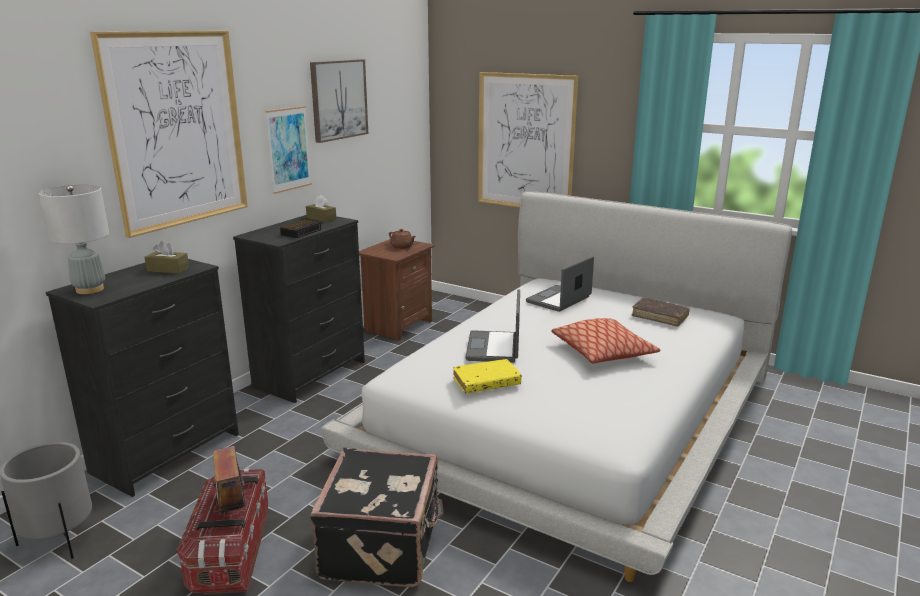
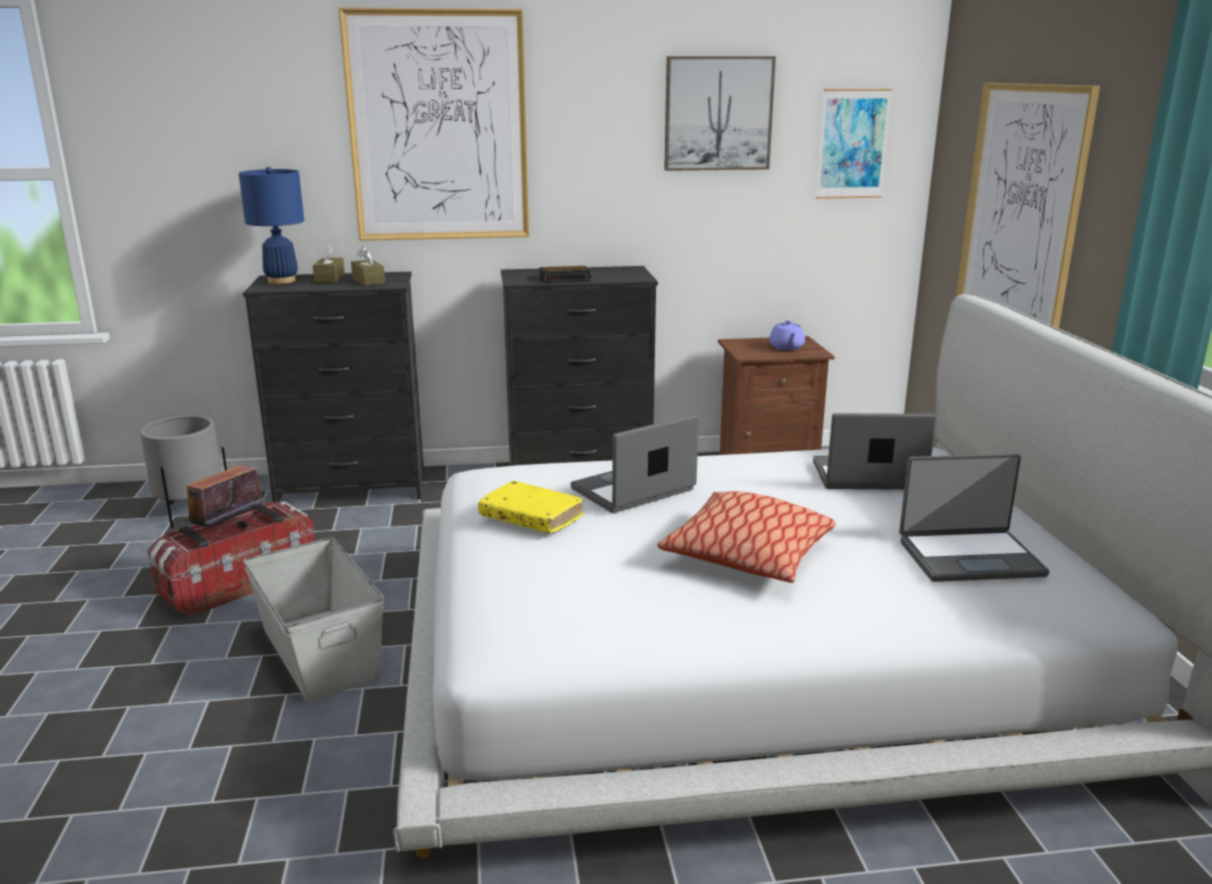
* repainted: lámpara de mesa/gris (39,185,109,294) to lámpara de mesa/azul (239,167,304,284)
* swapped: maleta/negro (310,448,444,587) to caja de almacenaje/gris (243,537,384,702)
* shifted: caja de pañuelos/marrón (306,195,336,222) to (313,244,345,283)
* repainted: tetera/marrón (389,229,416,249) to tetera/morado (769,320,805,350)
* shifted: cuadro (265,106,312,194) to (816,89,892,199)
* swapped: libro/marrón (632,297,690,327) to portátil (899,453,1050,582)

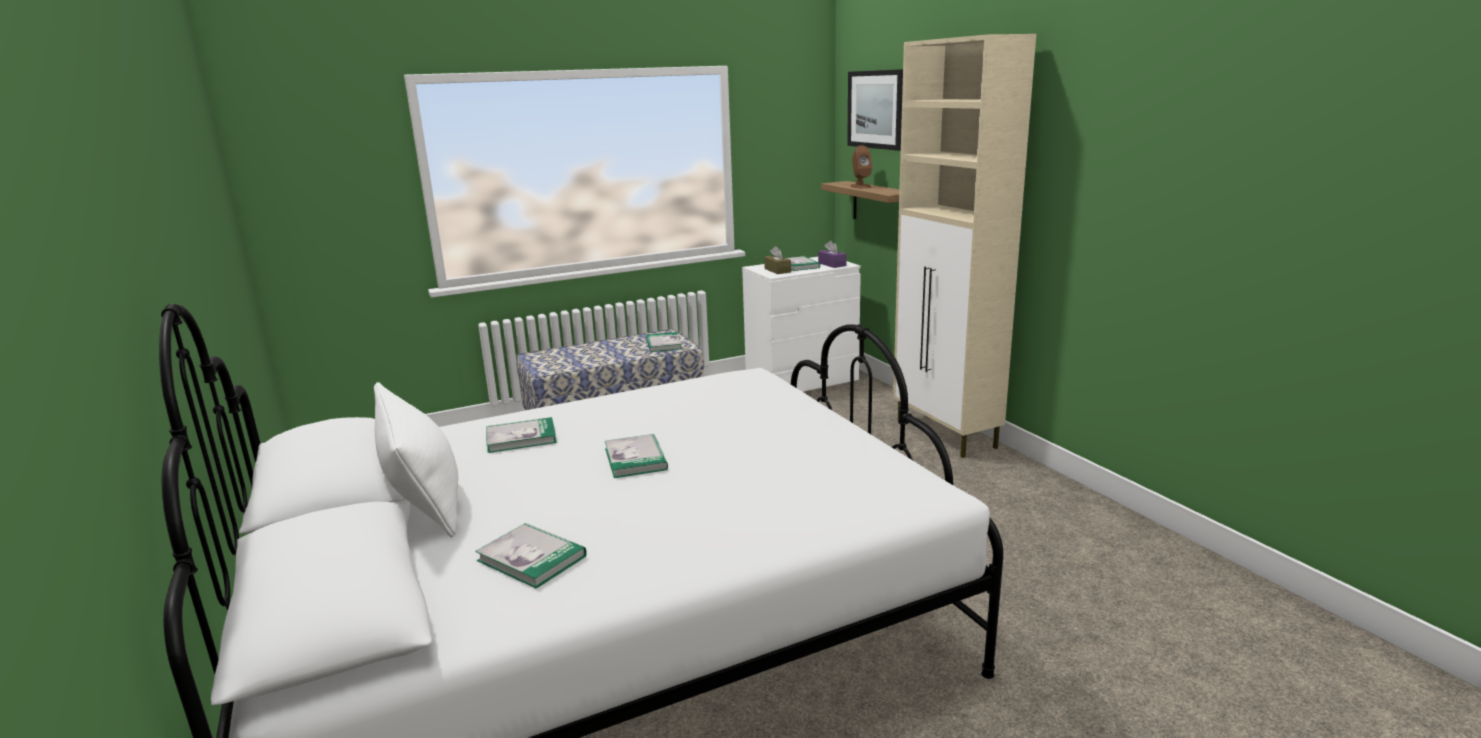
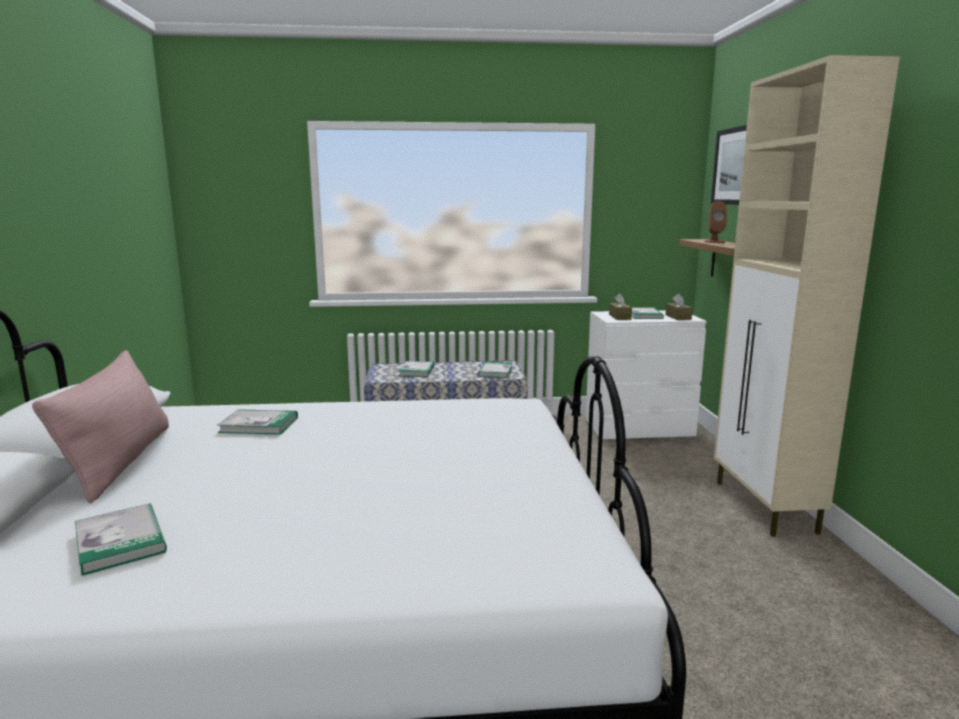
* repainted: cojín/blanco (374,382,458,537) to cojín/rosa (32,350,169,503)
* shifted: libro (605,434,668,478) to (399,361,435,377)
* repainted: caja de pañuelos/morado (818,241,847,268) to caja de pañuelos/marrón (665,294,693,320)

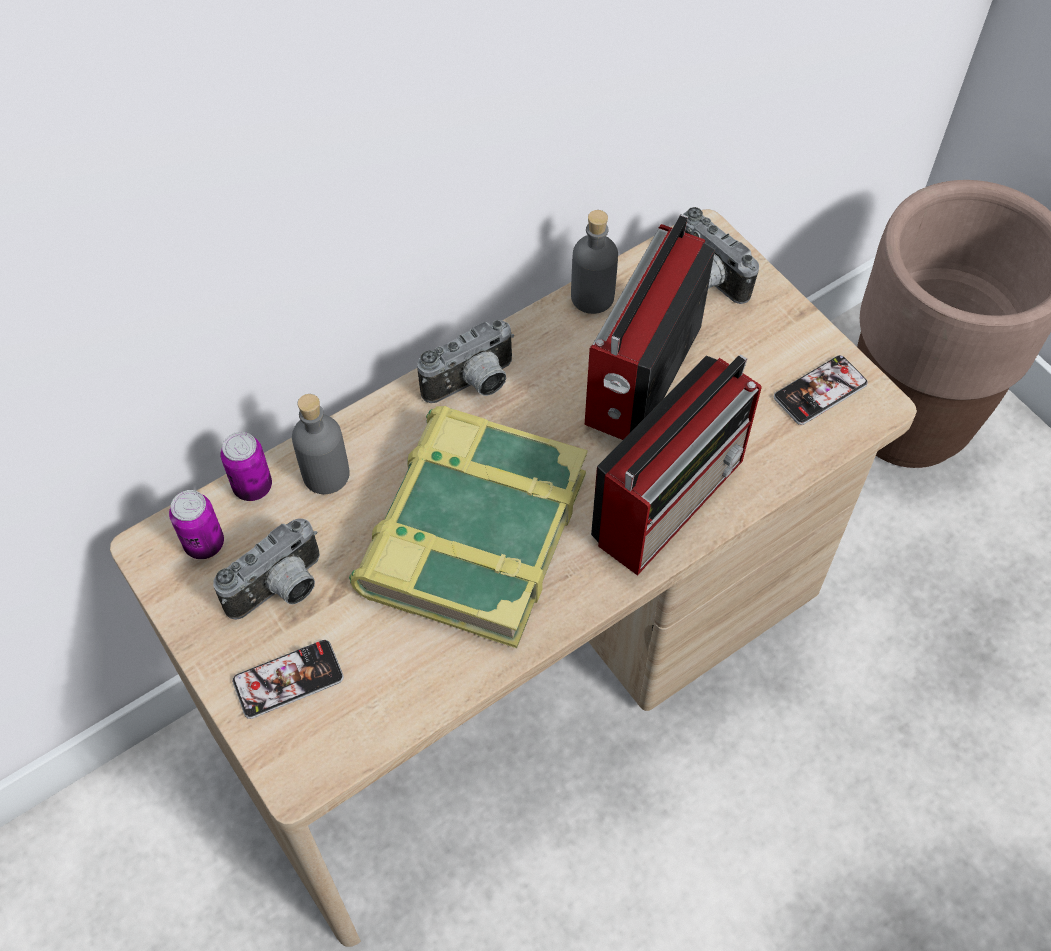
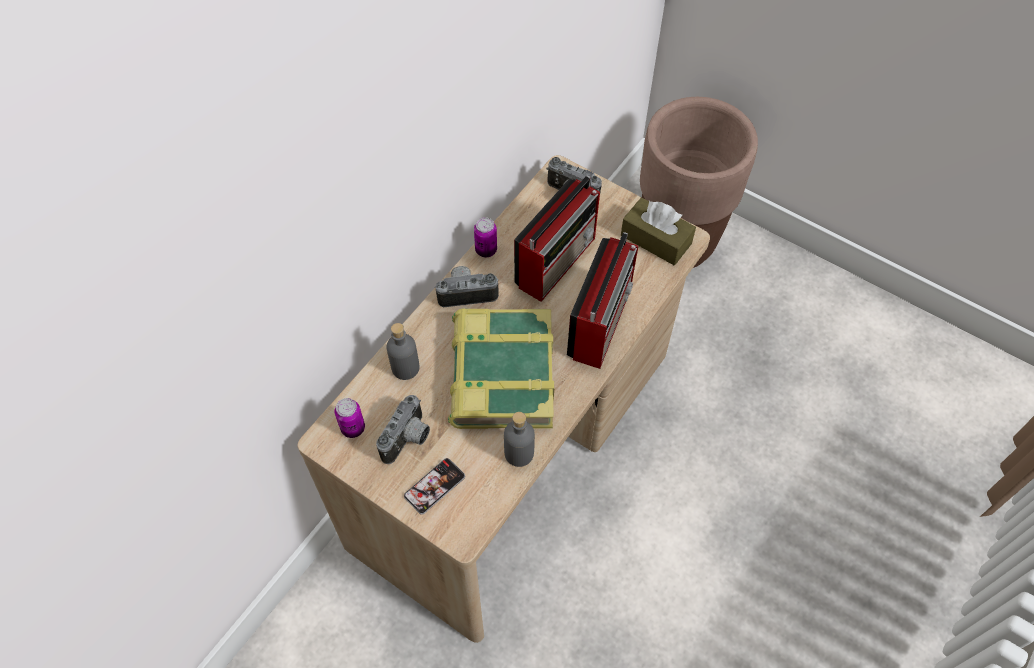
* rotated: cámara (417,320,515,403) = (435,266,499,307) 135 degrees counterclockwise
* shifted: lata (220,432,272,501) to (474,217,497,257)
* shifted: botella/gris (571,210,618,314) to (504,412,535,467)
* rotated: radio (585,214,715,440) = (514,176,600,302) 150 degrees counterclockwise
* swapped: móvil (774,355,868,425) to caja de pañuelos/marrón (621,198,696,265)

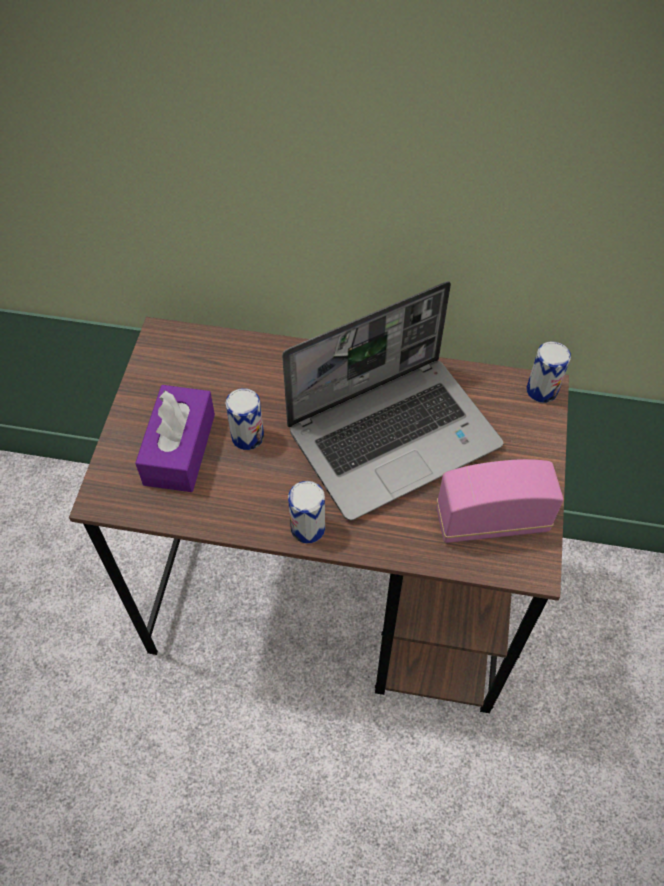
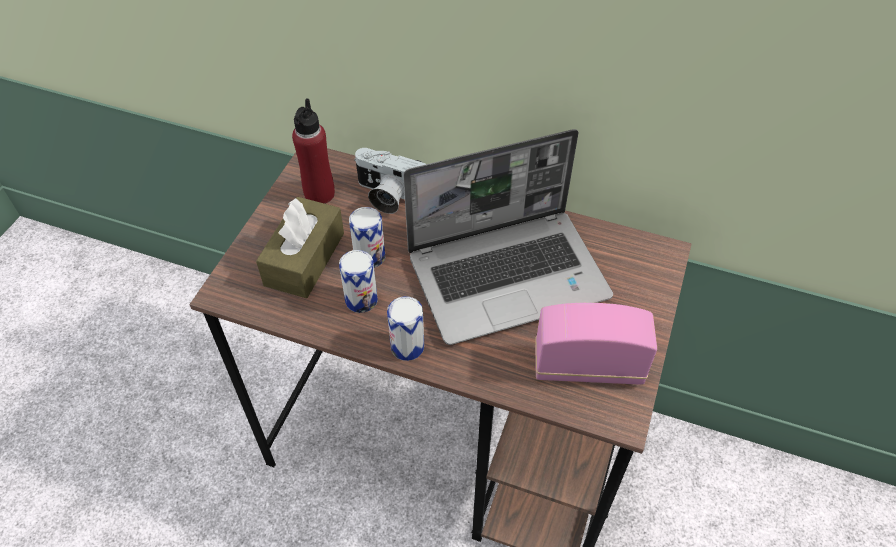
* repainted: caja de pañuelos/morado (135,385,215,492) to caja de pañuelos/marrón (256,197,344,298)
* new: botella/rojo (292,98,335,204)
* shifted: lata (526,342,571,403) to (339,250,378,313)
* new: cámara (354,148,426,214)

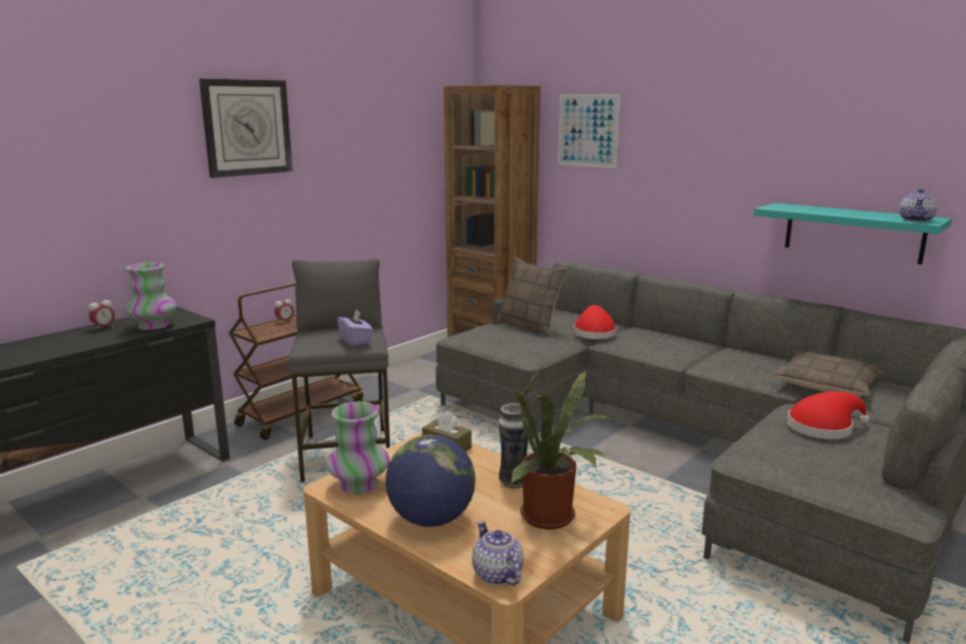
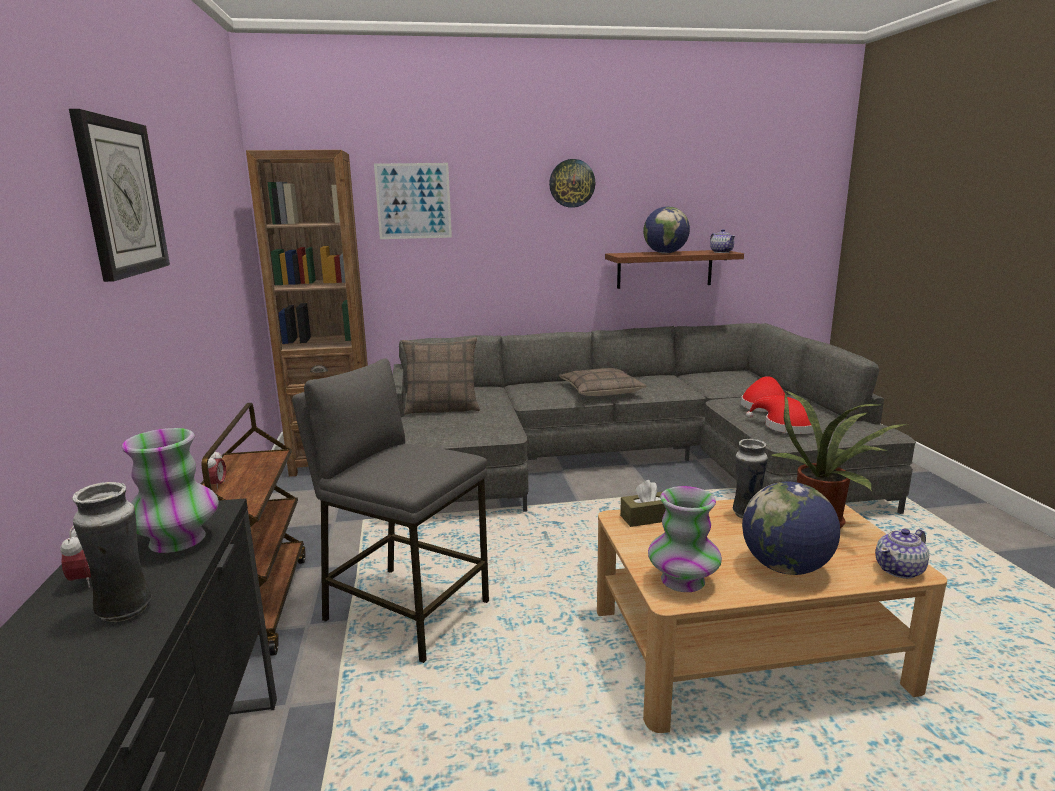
* new: florero (72,482,151,622)
* new: reloj de pared (549,159,595,208)
* shifted: cojín (772,351,884,397) to (559,368,646,396)
* repainted: estante/turquesa (754,203,952,264) to estante/marrón (605,250,744,289)
* new: globo terráqueo (643,206,690,254)
* shifted: sombrero/rojo (574,305,617,339) to (746,395,814,434)
* rotated: tetera (472,521,524,586) = (875,529,929,579) 45 degrees counterclockwise
* gone: caja de pañuelos/morado (337,310,373,346)

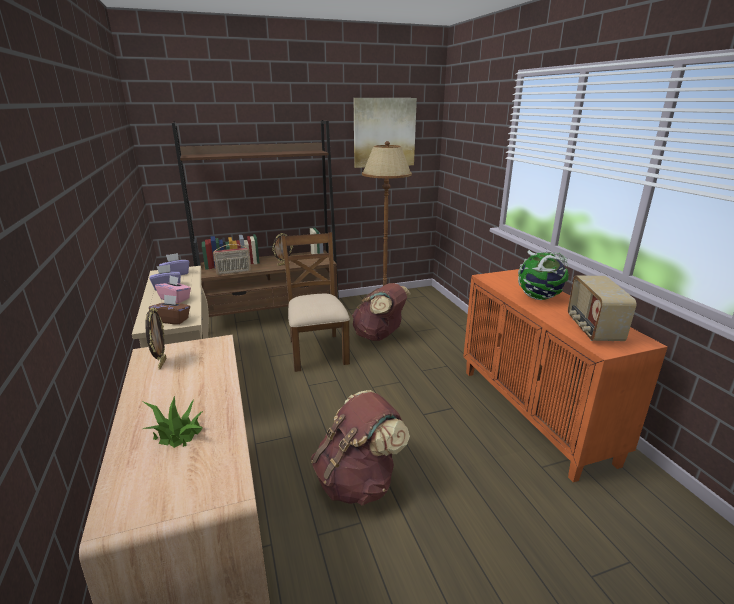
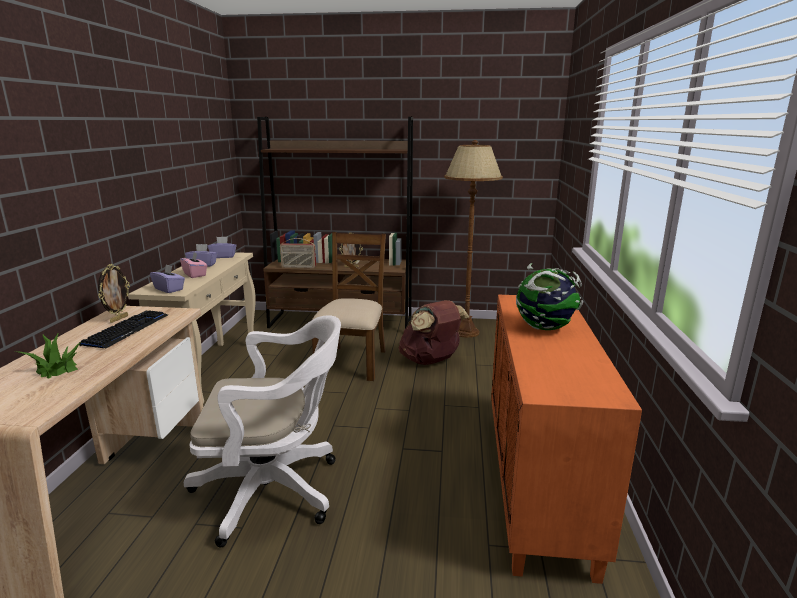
* new: teclado (79,311,168,348)
* repainted: caja de pañuelos/marrón (149,295,190,325) to caja de pañuelos/morado (150,264,185,293)
* swapped: mochila/marrón (311,390,410,505) to silla de oficina/blanco (184,316,341,547)
* gone: cuadro (354,98,417,168)
* gone: radio (568,275,636,341)

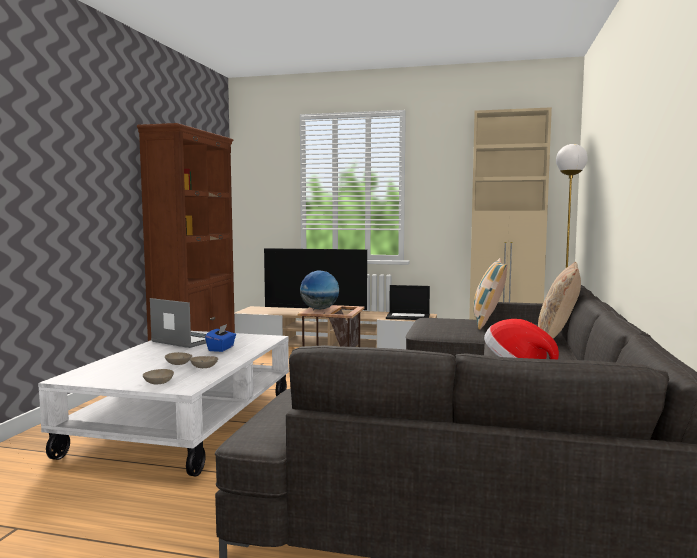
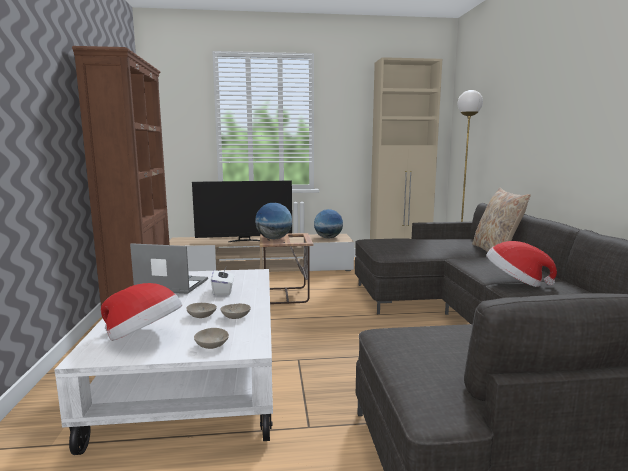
* new: sombrero (101,283,182,341)
* repainted: caja de pañuelos/azul (205,324,236,352) to caja de pañuelos/blanco (211,265,234,295)
* swapped: portátil (386,285,430,320) to globo terráqueo (314,209,343,239)
* gone: cojín (473,258,507,330)

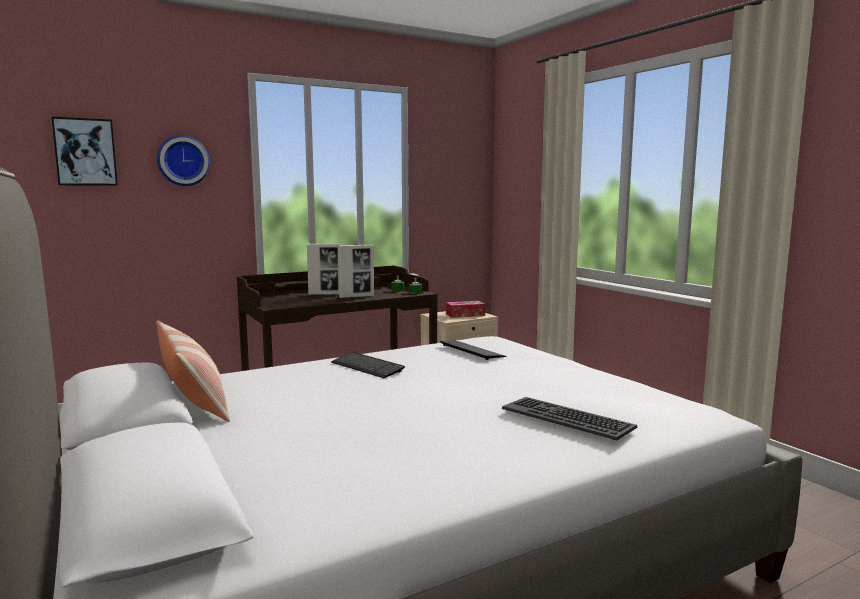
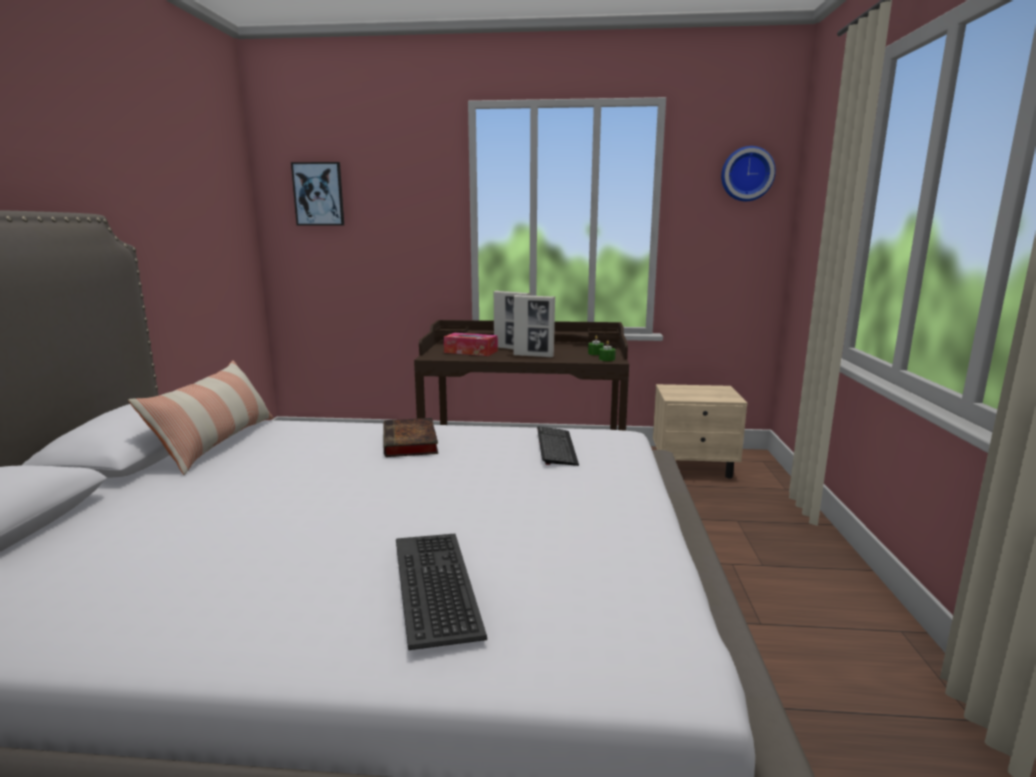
* swapped: teclado (331,352,405,378) to libro (383,418,438,457)
* shifted: caja de pañuelos (446,301,485,318) to (444,333,498,356)
* shifted: reloj de pared (157,135,210,186) to (721,146,776,201)

